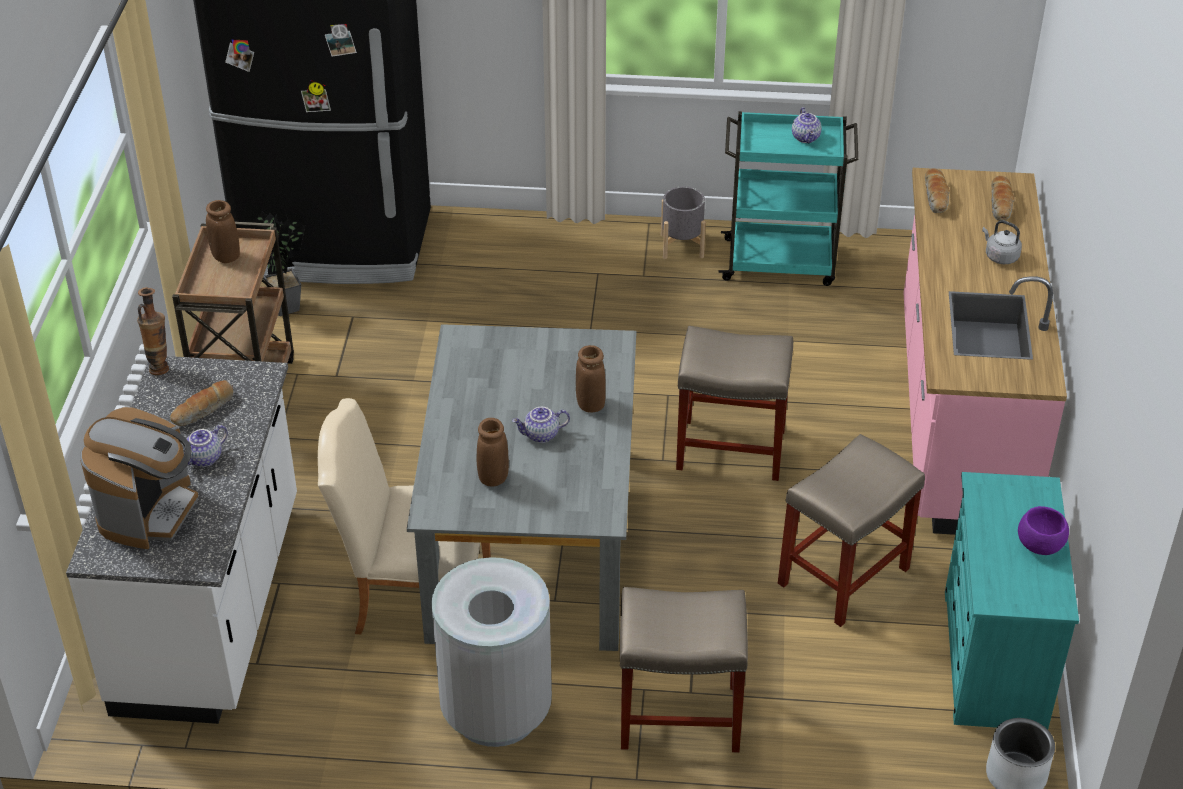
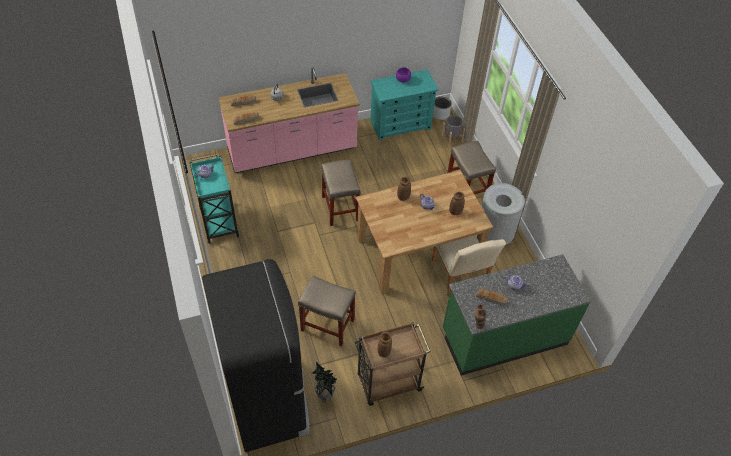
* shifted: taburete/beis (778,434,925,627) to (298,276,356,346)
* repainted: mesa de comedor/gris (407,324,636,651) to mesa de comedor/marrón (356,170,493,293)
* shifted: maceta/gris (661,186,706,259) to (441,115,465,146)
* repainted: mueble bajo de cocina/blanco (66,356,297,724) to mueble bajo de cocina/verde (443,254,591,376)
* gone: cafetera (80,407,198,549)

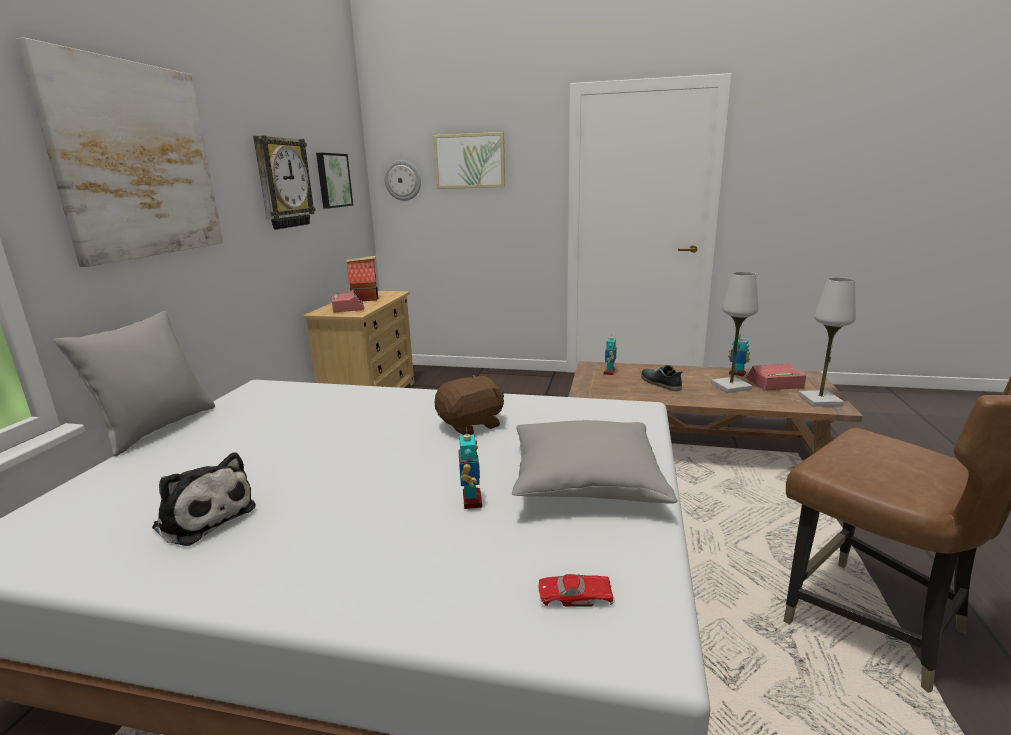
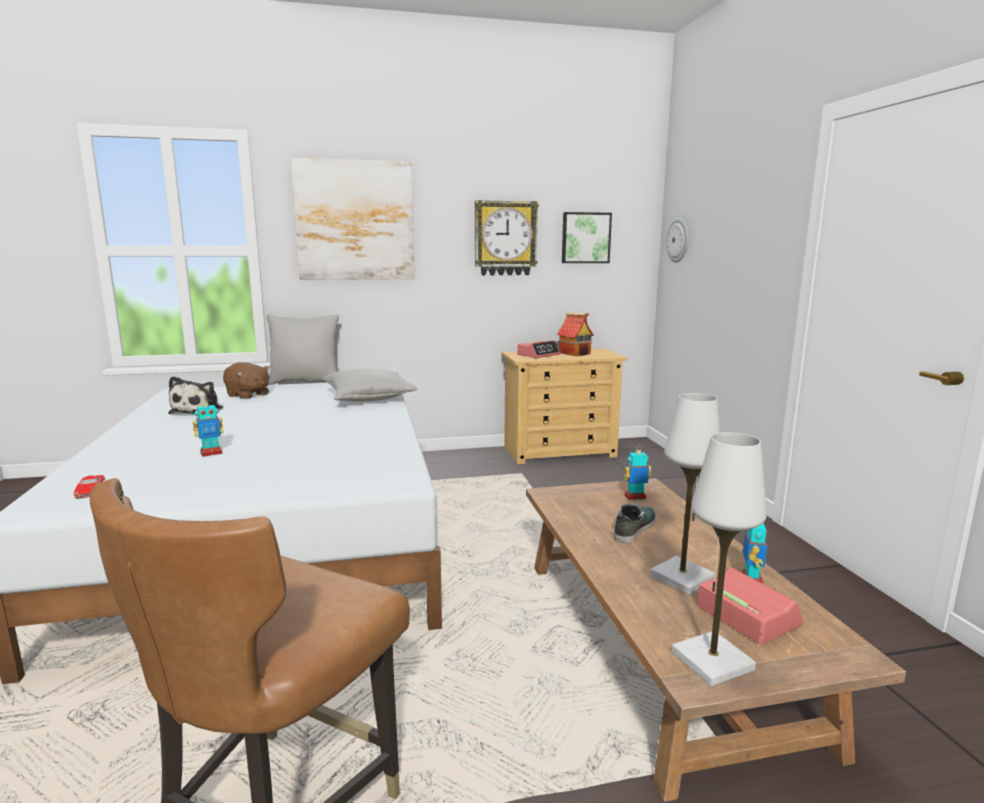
* shifted: peluche/marrón (435,375,504,435) to (223,362,270,399)
* shifted: cojín/gris (512,420,678,504) to (323,369,417,402)
* gone: cuadro (433,132,505,189)

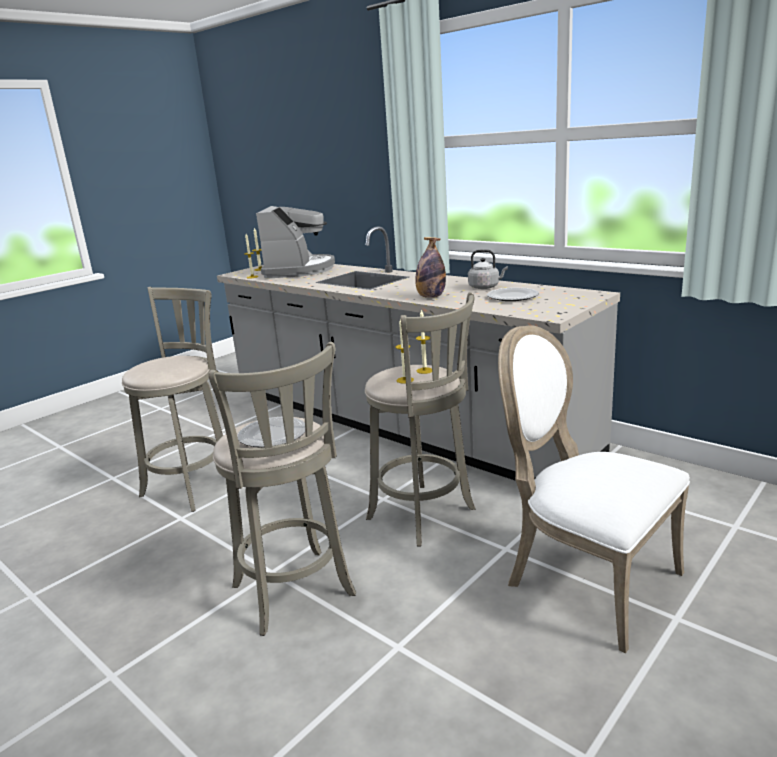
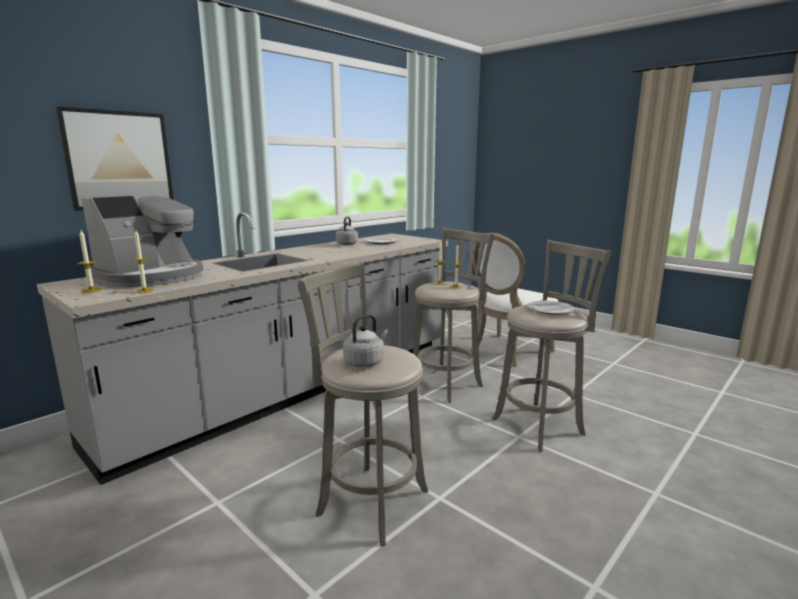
* new: cuadro (55,106,174,211)
* rotated: cafetera (256,206,335,279) = (82,194,203,287) 120 degrees clockwise
* new: hervidor/gris (343,314,389,367)
* gone: botella (415,237,446,298)

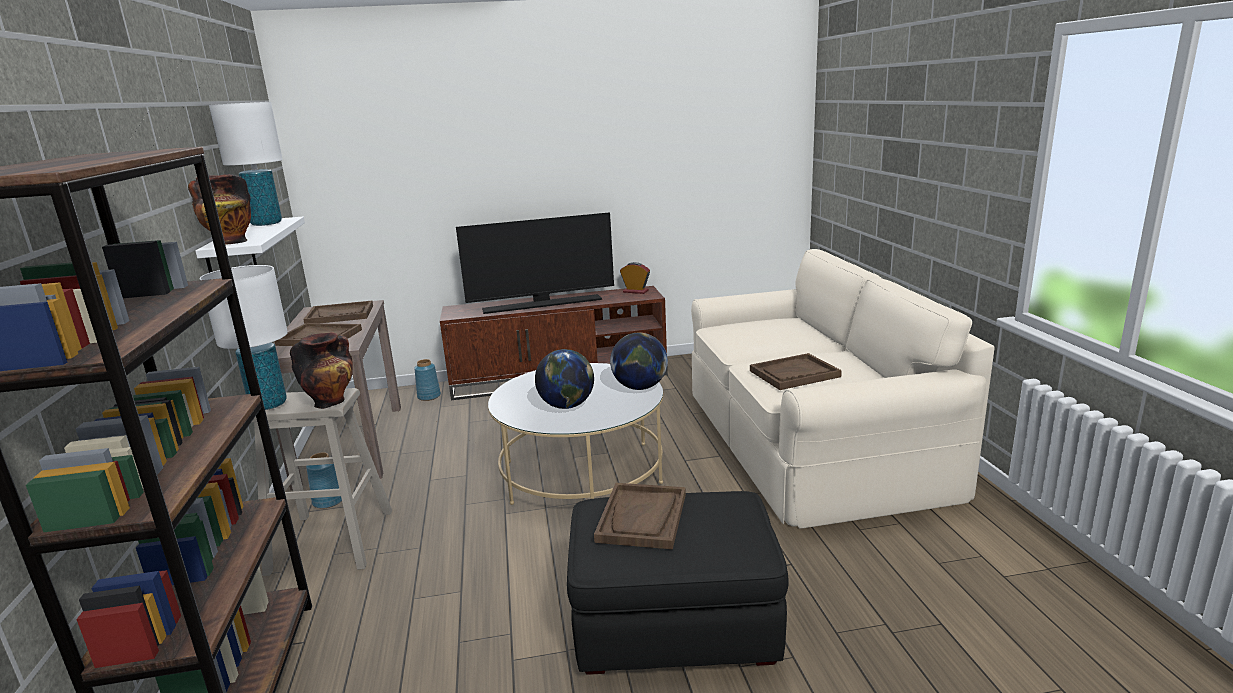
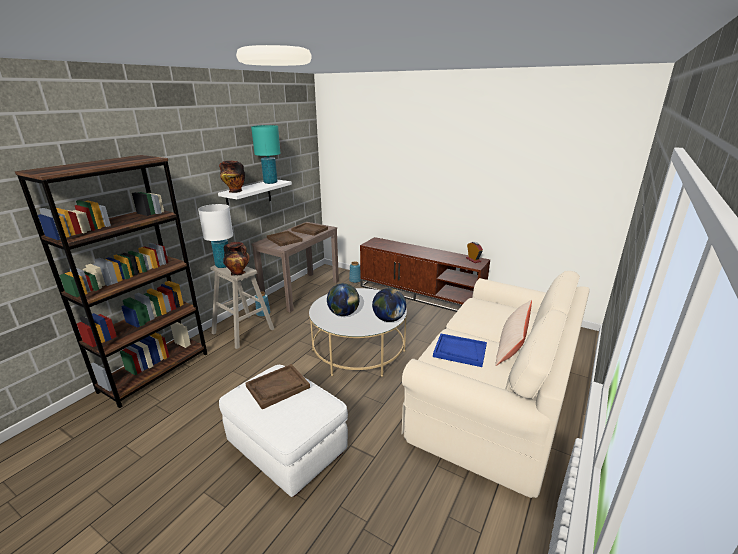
* repainted: puf/negro (567,491,789,675) to puf/blanco (219,365,348,497)
* repainted: lámpara de mesa/blanco (209,102,283,226) to lámpara de mesa/turquesa (251,125,281,184)
* repainted: bandeja/marrón (750,353,842,390) to bandeja/azul (433,334,487,367)
* new: cojín/beis (495,300,532,366)
* gone: televisor (456,212,614,314)

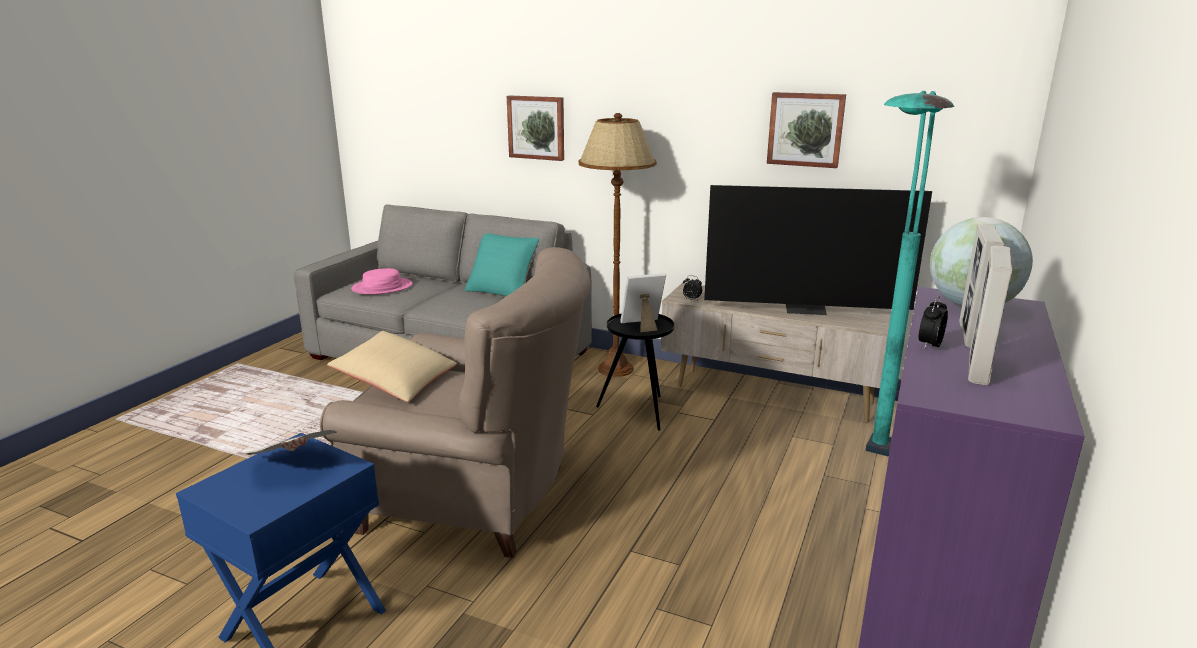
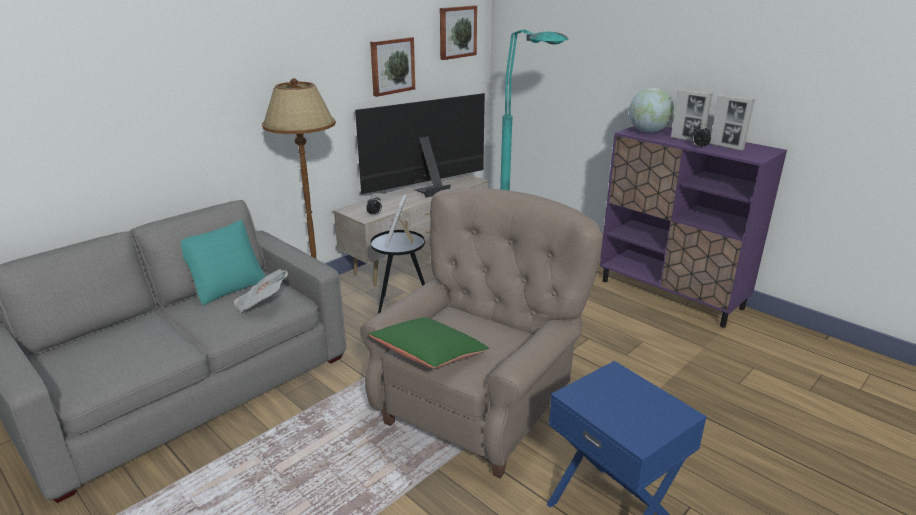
* shifted: periódico (246,430,337,455) to (234,269,288,313)
* rotated: televisor (704,185,932,315) = (355,93,485,198) 150 degrees counterclockwise
* repainted: cojín/beis (327,331,457,402) to cojín/verde (368,318,489,368)
* shifted: cuadro (507,95,564,161) to (440,5,477,60)
* gone: sombrero/rosa (351,268,412,295)

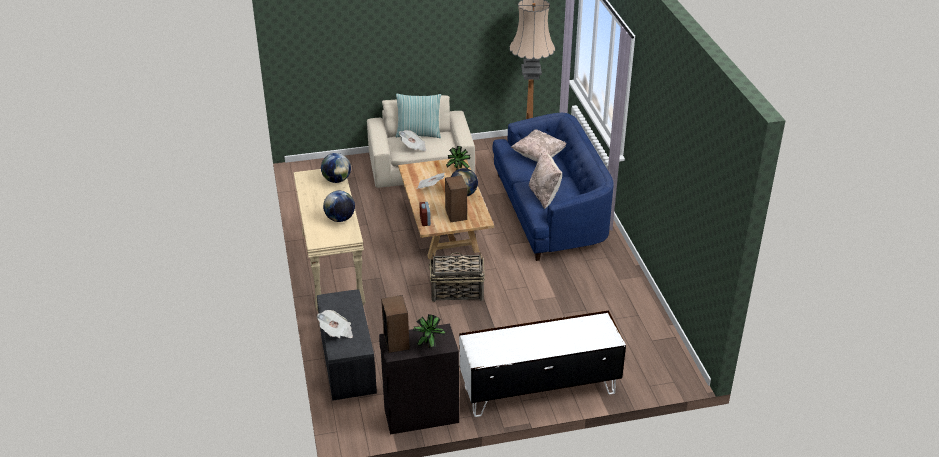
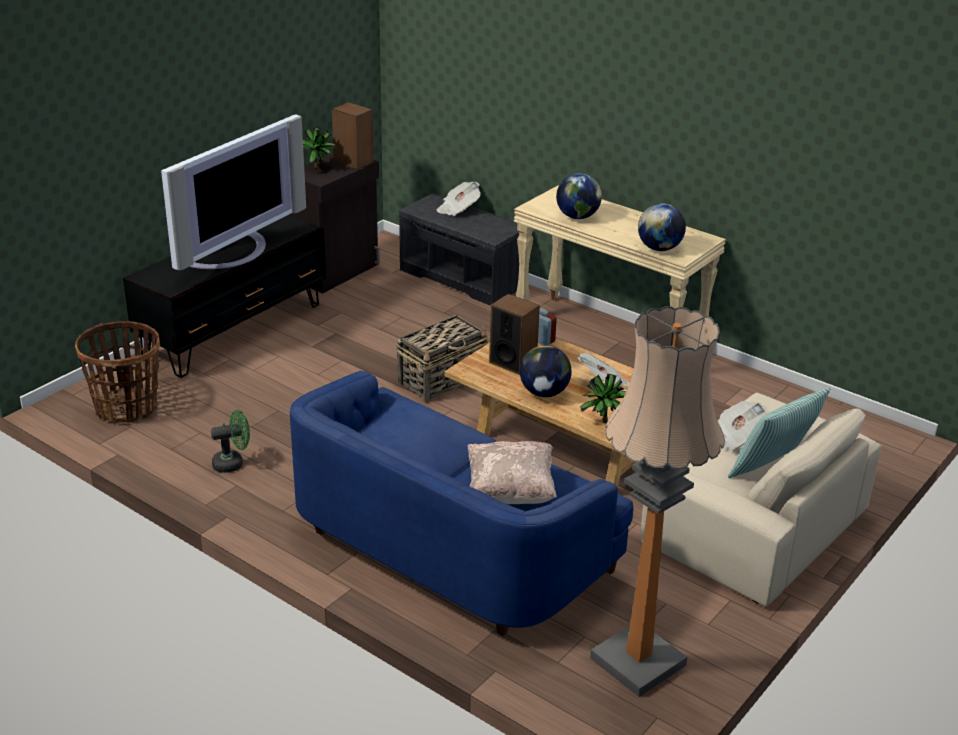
* new: cesta (75,321,160,423)
* repainted: mueble de televisión/blanco (459,310,626,417) to mueble de televisión/negro (123,215,326,378)
* new: televisor (161,114,306,270)
* new: ventilador/verde (211,410,250,473)
* gone: cojín/beis (529,150,562,209)

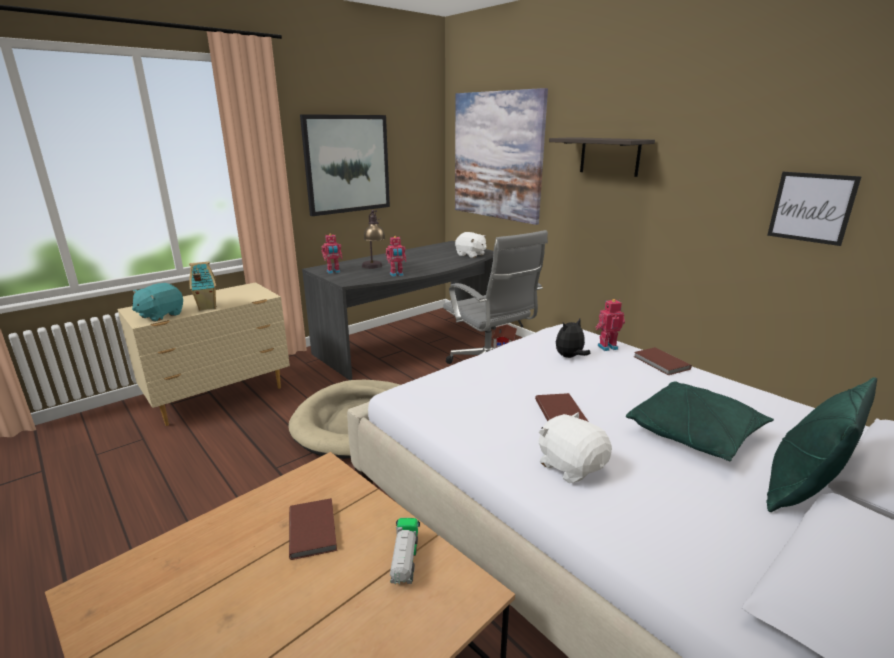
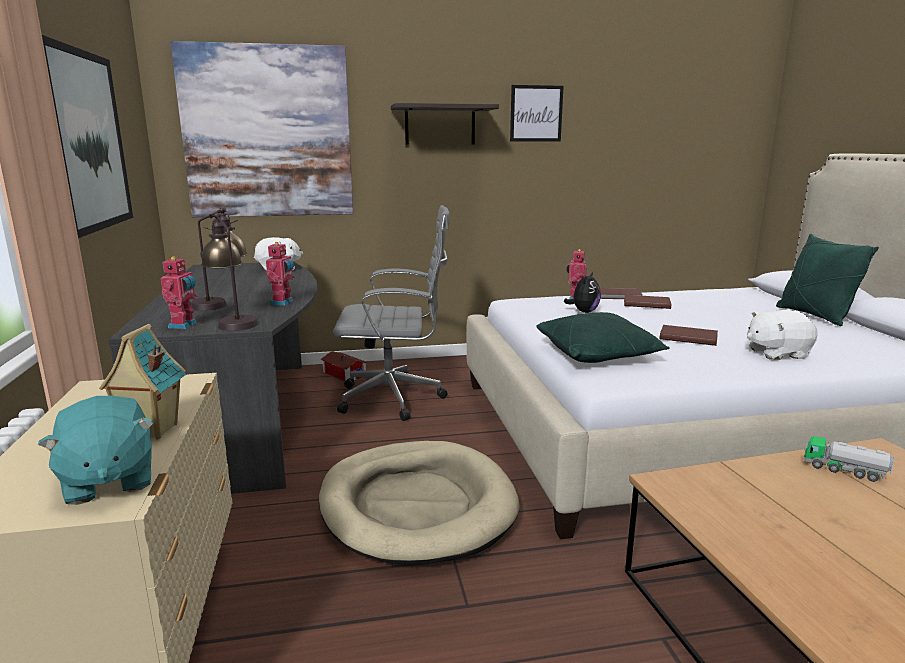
* new: lámpara de mesa (201,213,258,331)
* shifted: cuadro (767,172,861,246) to (510,85,564,141)
* shifted: cojín/verde (626,381,774,461) to (536,312,670,363)
* rotated: peluche (556,319,591,358) = (564,272,601,313) 150 degrees counterclockwise
* shifted: libro/marrón (289,498,337,560) to (624,295,671,309)

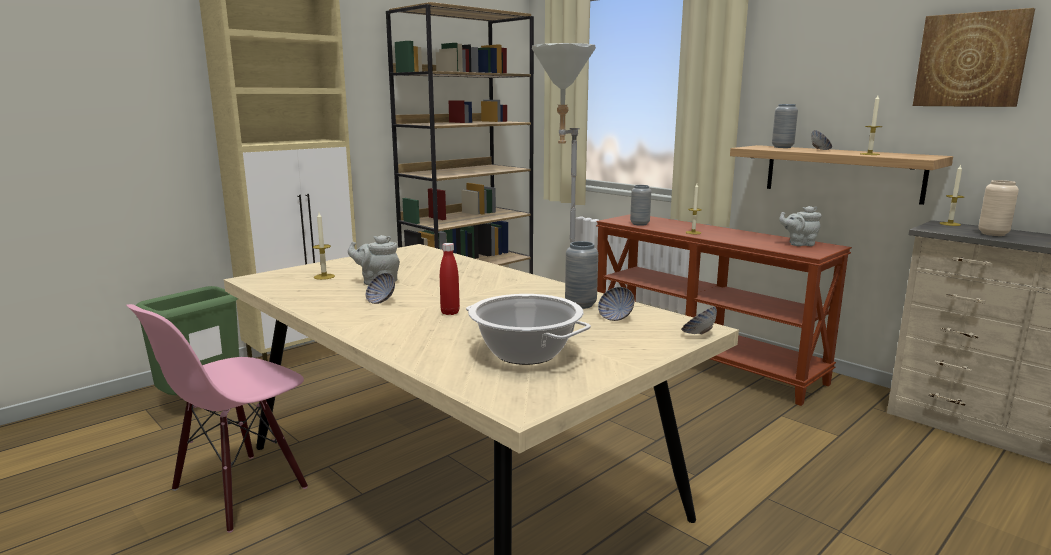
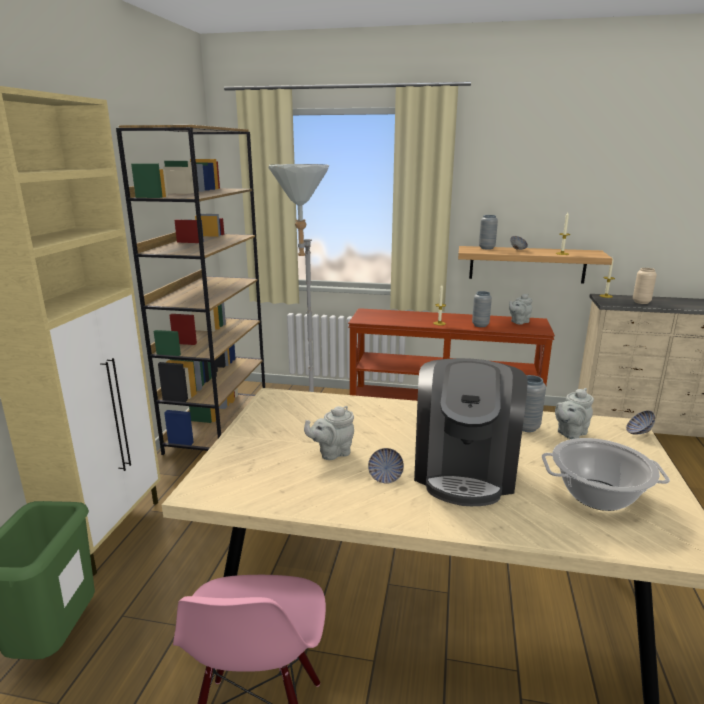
* swapped: botella/rojo (440,243,460,315) to cafetera (414,358,528,506)
* shifted: florero/gris (630,185,651,226) to (472,291,492,327)
* swapped: cuenco (598,287,634,321) to tetera/gris (555,388,594,439)
* gone: vela (313,213,335,280)
* gone: cuadro (913,8,1035,107)

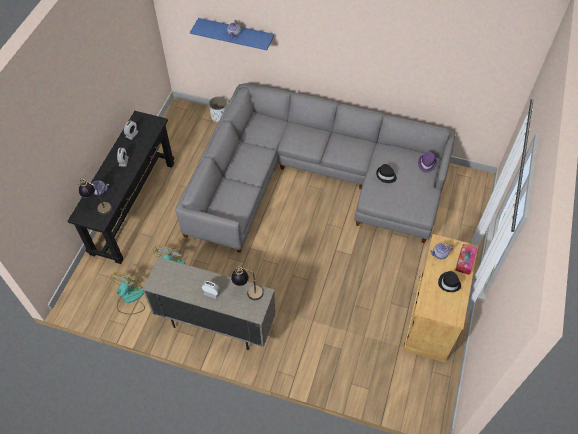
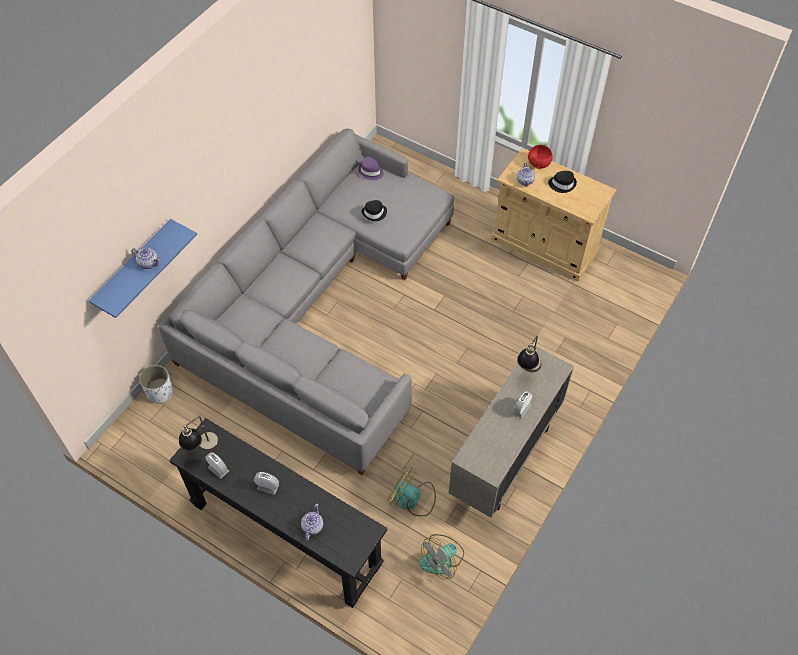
* shifted: lámpara de mesa (77,178,112,215) to (179,416,219,452)
* rotated: ventilador (111,272,145,314) = (419,534,464,579) 75 degrees counterclockwise
* swapped: caja de pañuelos (455,244,477,275) to cuenco/rojo (528,145,553,169)

